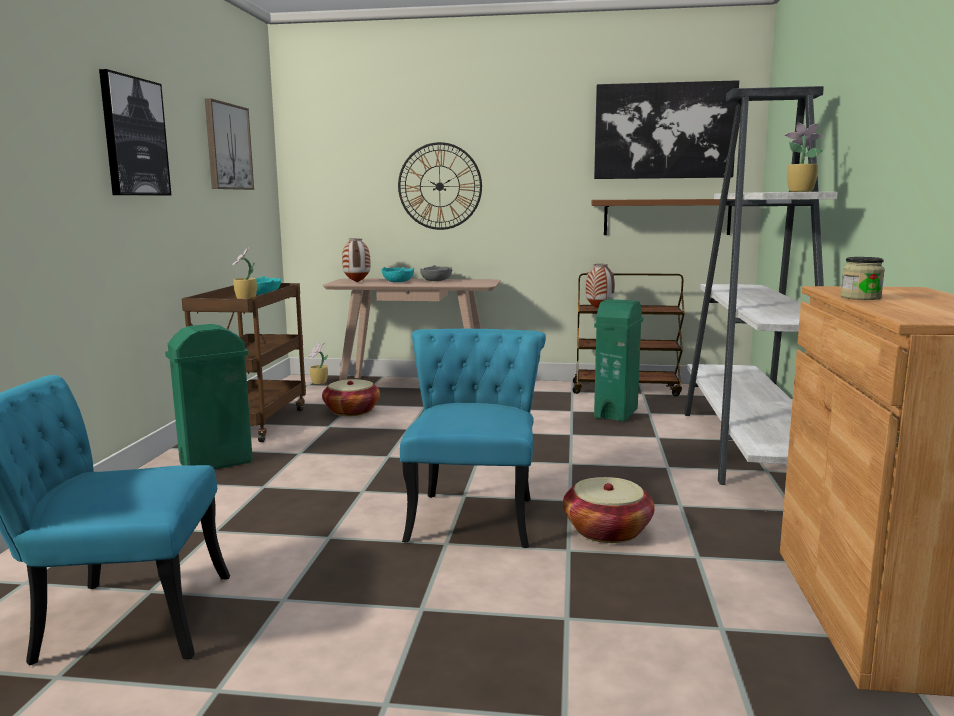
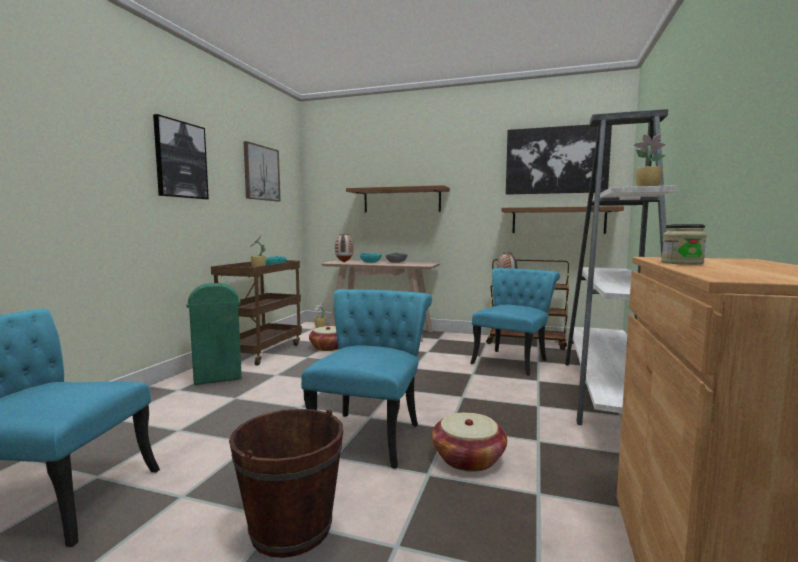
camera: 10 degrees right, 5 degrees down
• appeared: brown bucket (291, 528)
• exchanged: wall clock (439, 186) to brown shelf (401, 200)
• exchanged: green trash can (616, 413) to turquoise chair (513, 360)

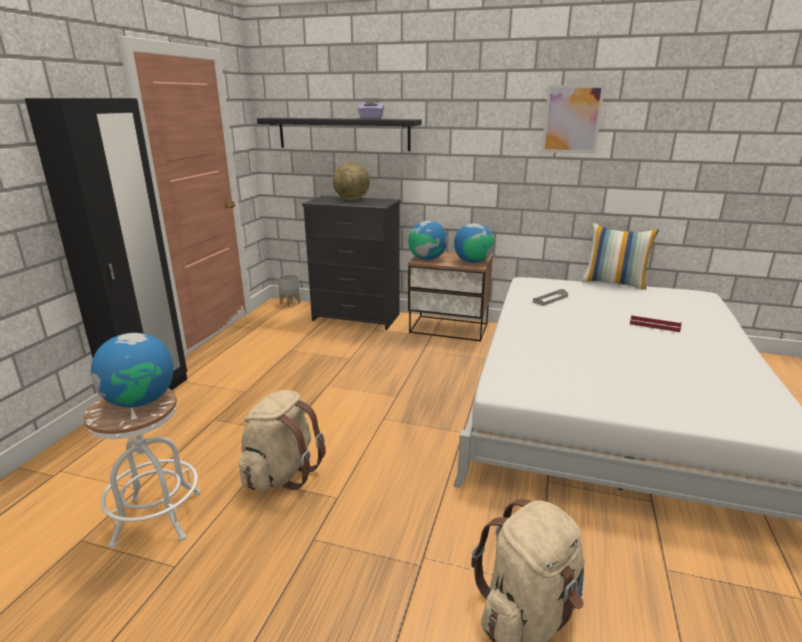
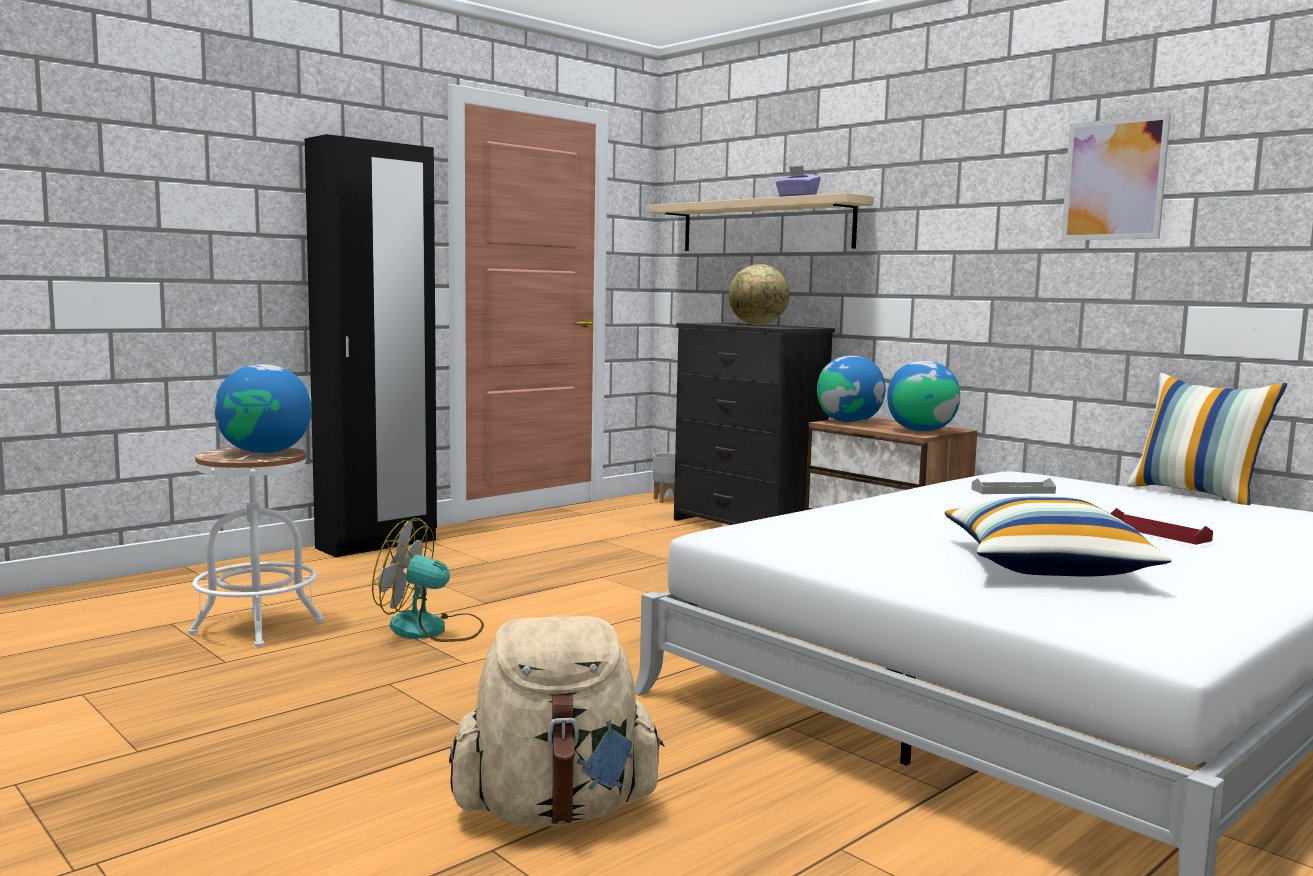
camera: 30 degrees right, 15 degrees down
• appeared: pillow (1045, 566)
• exchanged: beige backpack (281, 473) to fan (431, 630)
• colour: black shelf (343, 134) to beige shelf (765, 226)

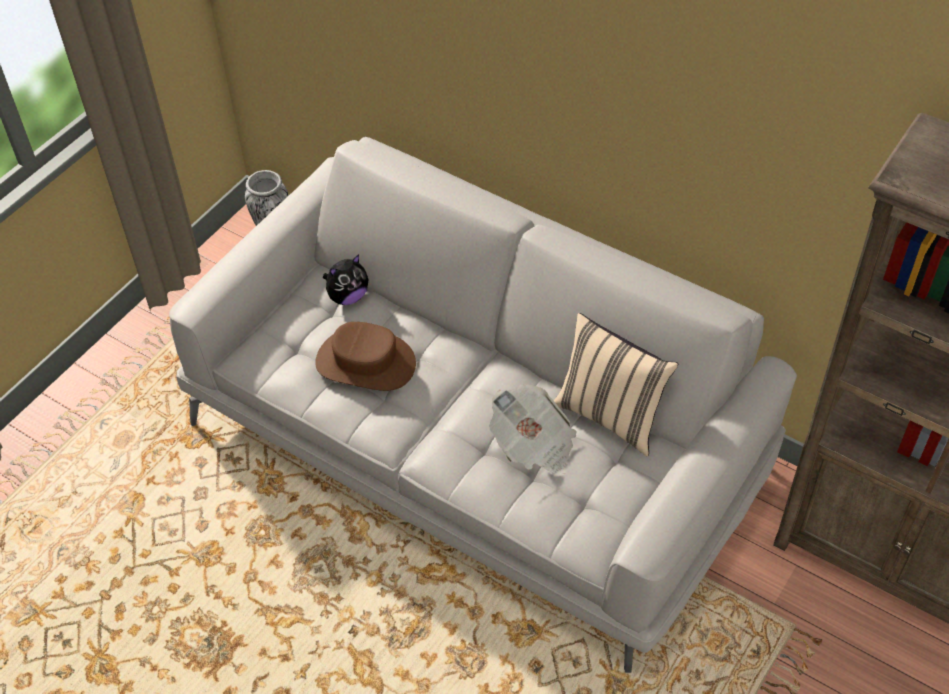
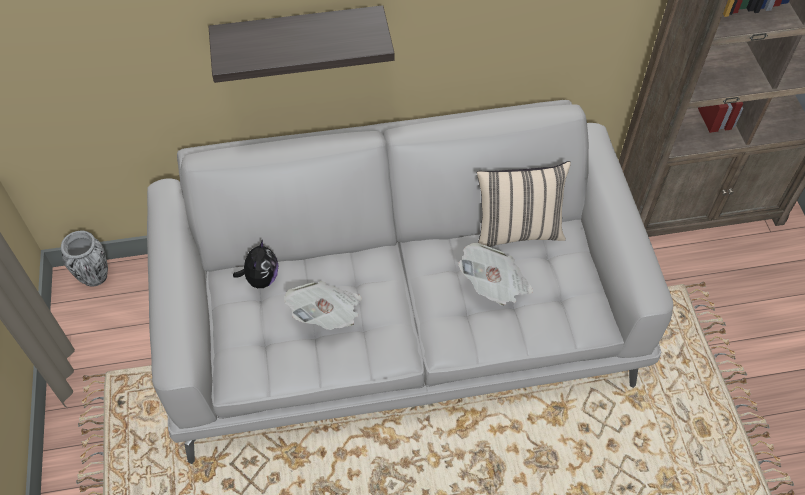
camera: 45 degrees left, 5 degrees up
• appeared: shelf (299, 38)
• exchanged: brown hat (366, 362) to newspaper (327, 314)

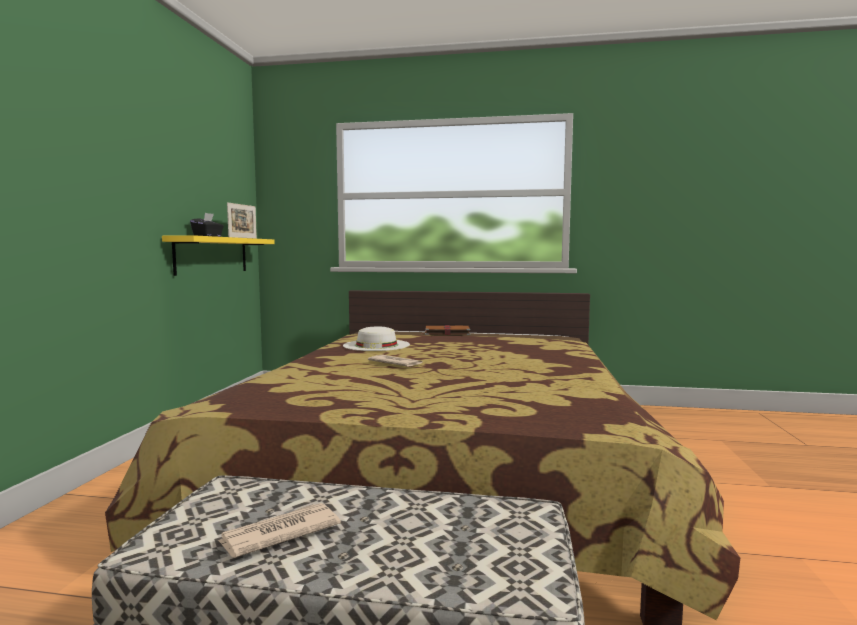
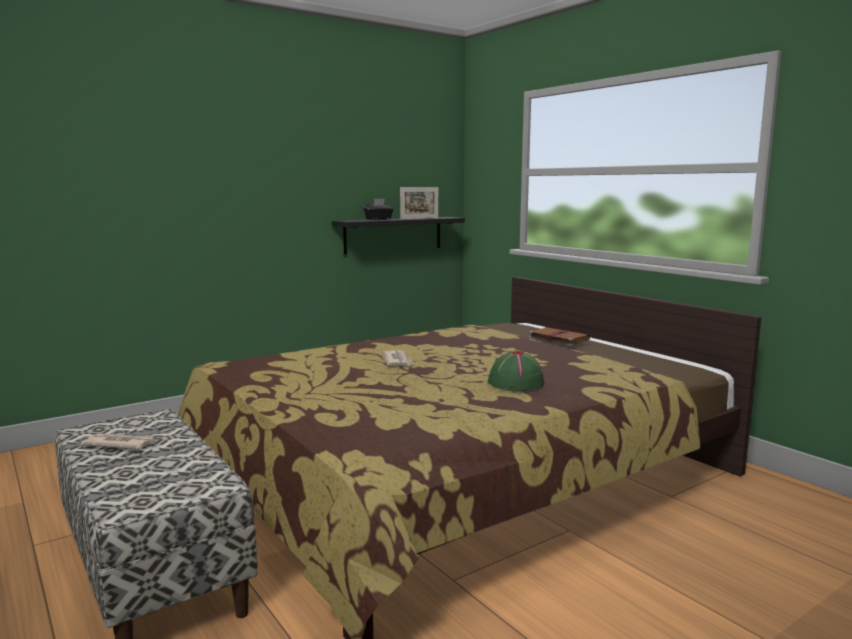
camera: 45 degrees right, 5 degrees up
• missing: white hat (376, 345)
• appeared: green hat (515, 383)
• colour: yellow shelf (212, 255) to black shelf (393, 234)

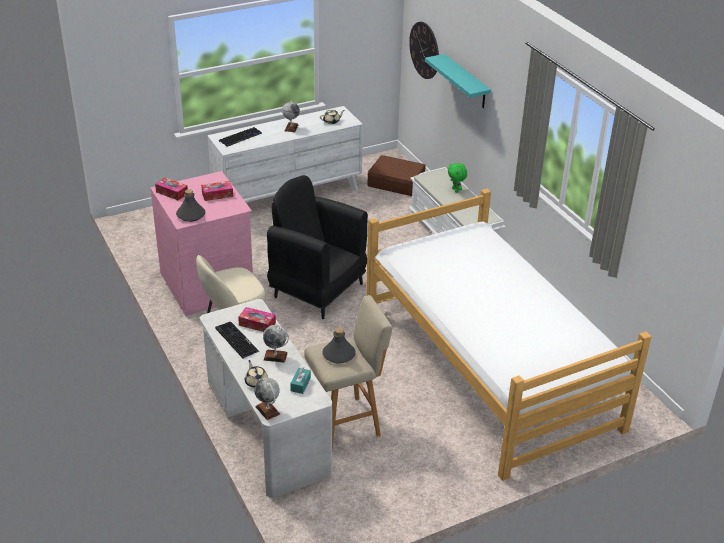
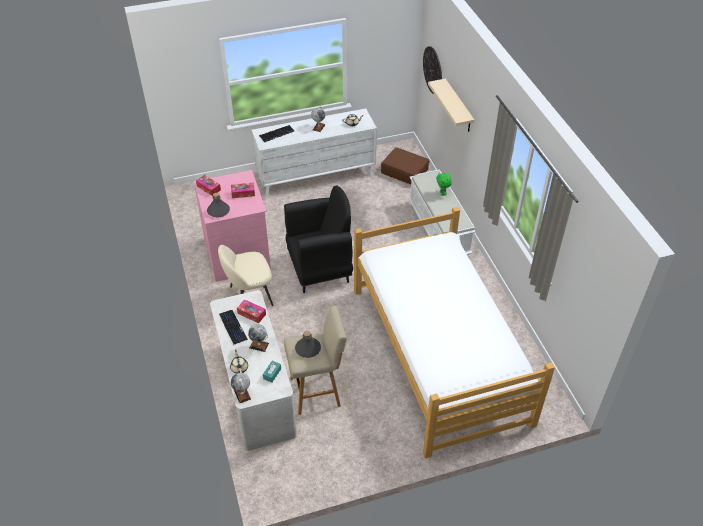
camera: 10 degrees right, 10 degrees up
• colour: turquoise shelf (466, 82) to beige shelf (458, 106)
• spun: black armchair (317, 290) = (320, 268) 120 degrees clockwise

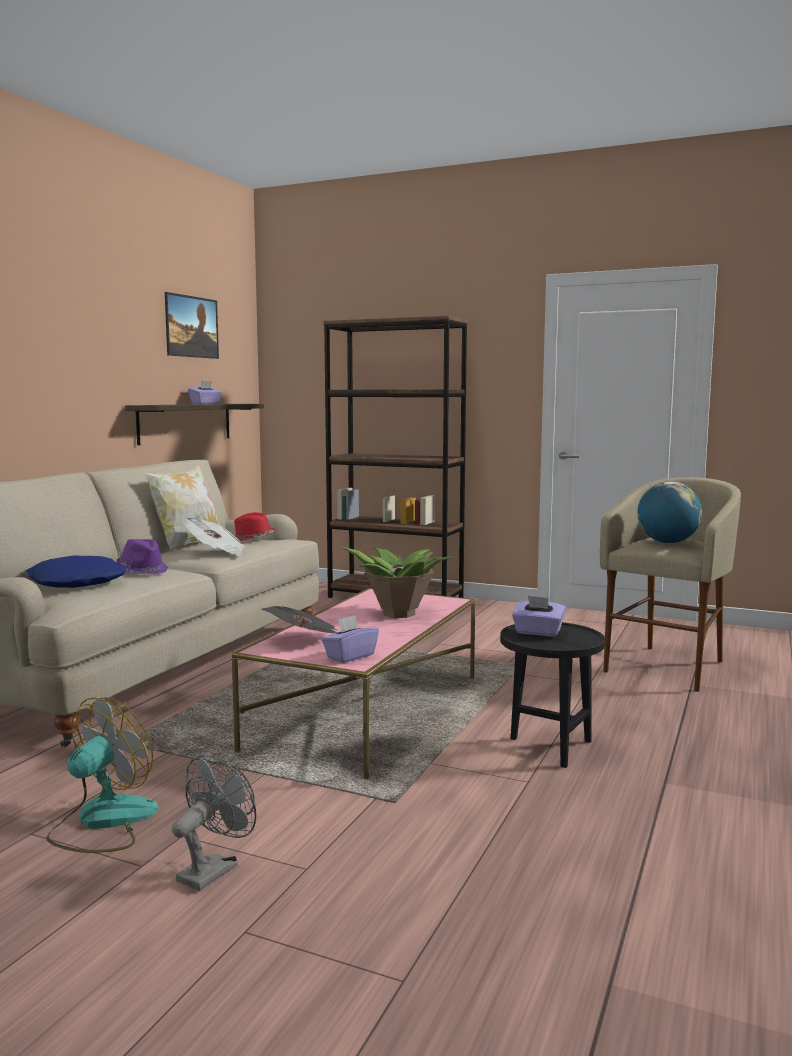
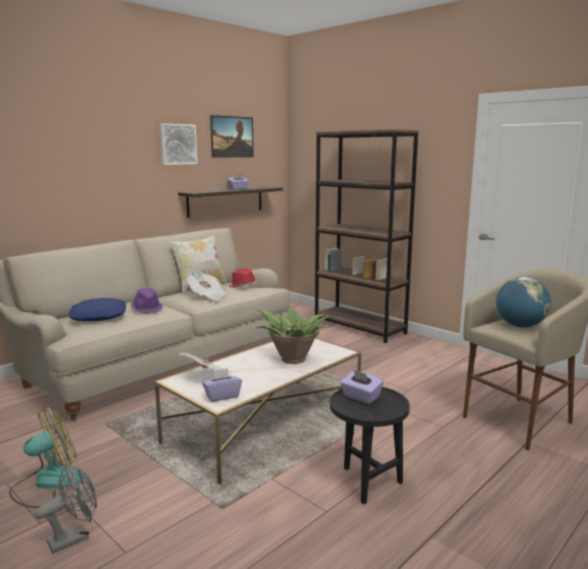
camera: 20 degrees right, 5 degrees up
• appeared: picture (177, 144)
• colour: pink coffee table (368, 711) to white coffee table (265, 425)

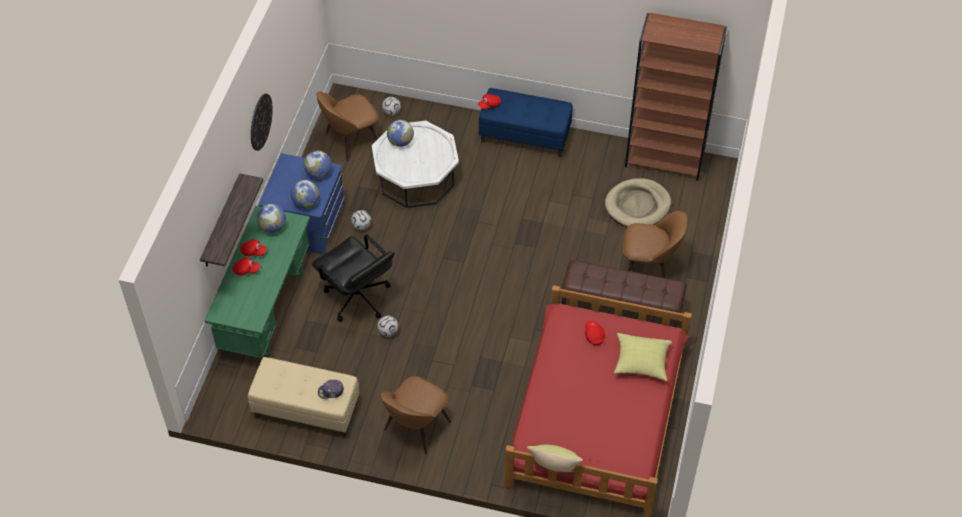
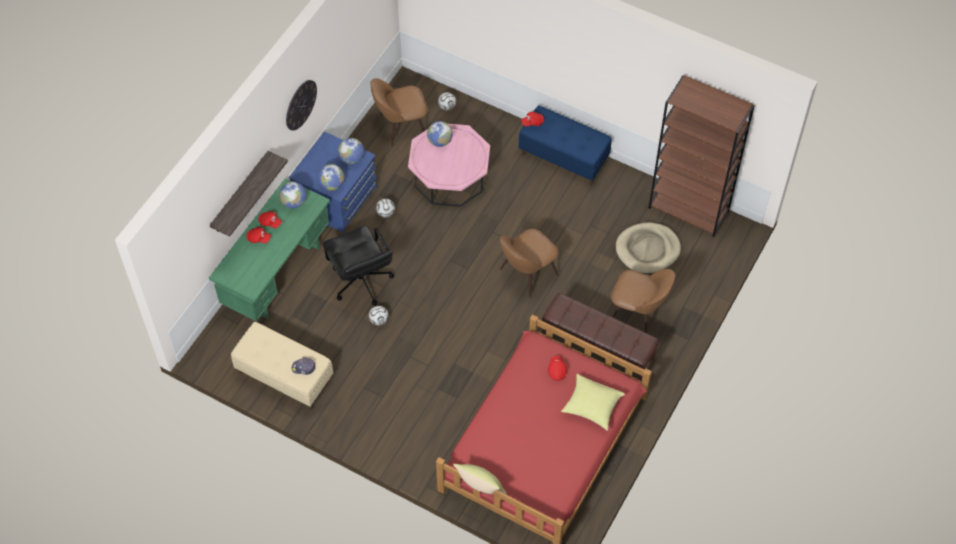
camera: 15 degrees right, 5 degrees up
• relocated: brown chair (415, 428) to (527, 273)
• colour: white coffee table (416, 178) to pink coffee table (449, 177)

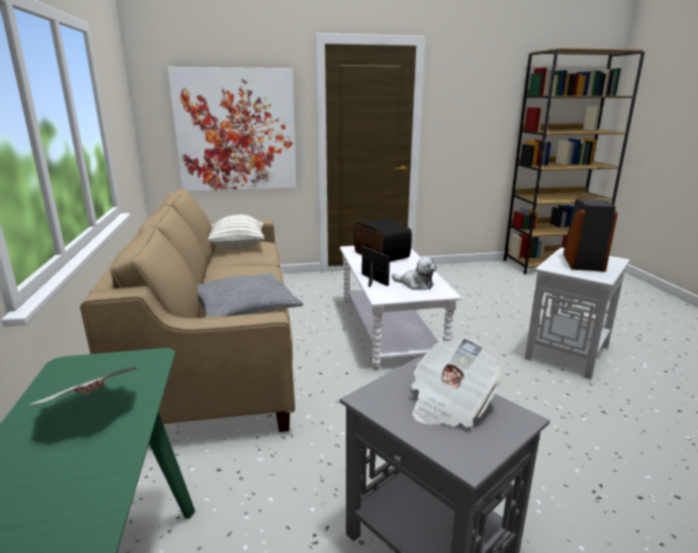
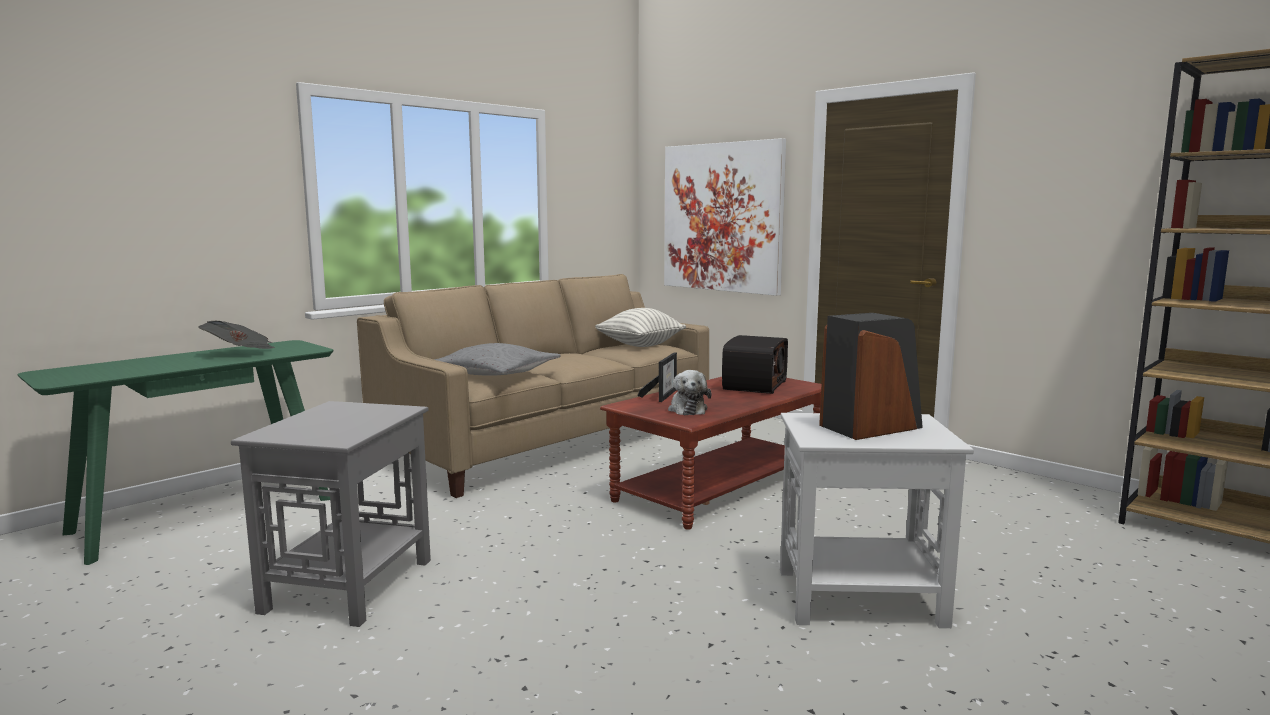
camera: 55 degrees right, 10 degrees down
• missing: newspaper (449, 403)
• colour: white coffee table (389, 328) to brown coffee table (721, 486)

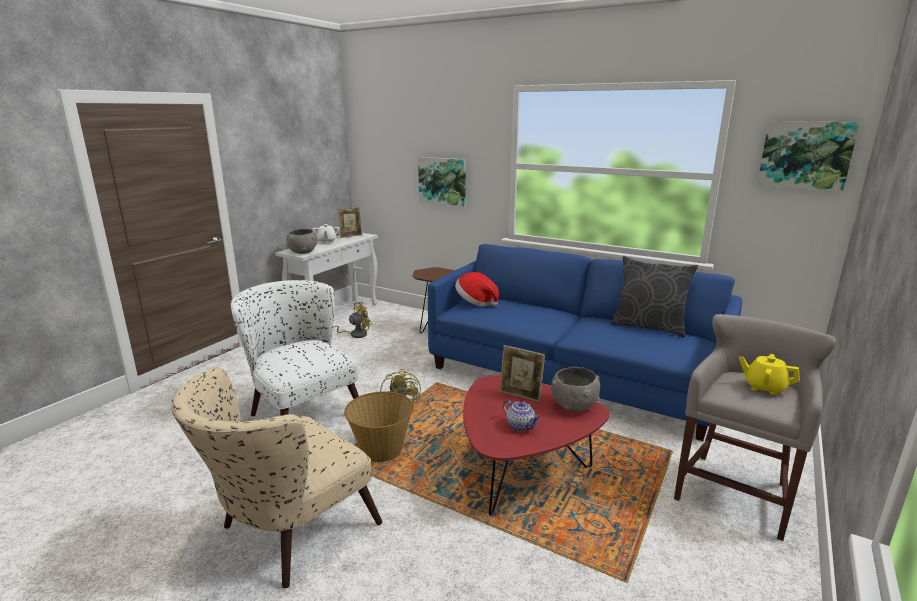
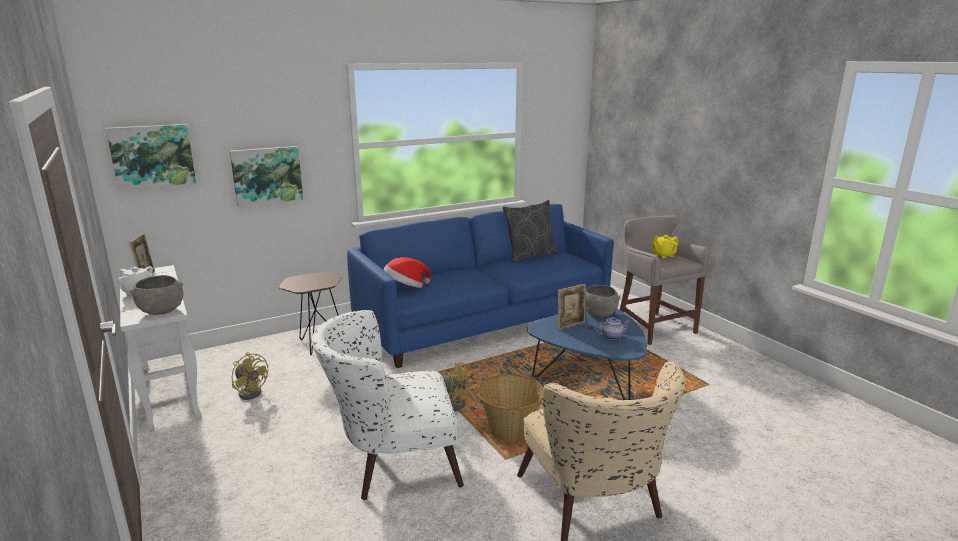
camera: 60 degrees left, 0 degrees up
• relocated: picture (805, 155) to (152, 156)
• colour: red coffee table (522, 472) to blue coffee table (589, 380)
• spun: yellow fan (355, 334) = (251, 391) 135 degrees clockwise

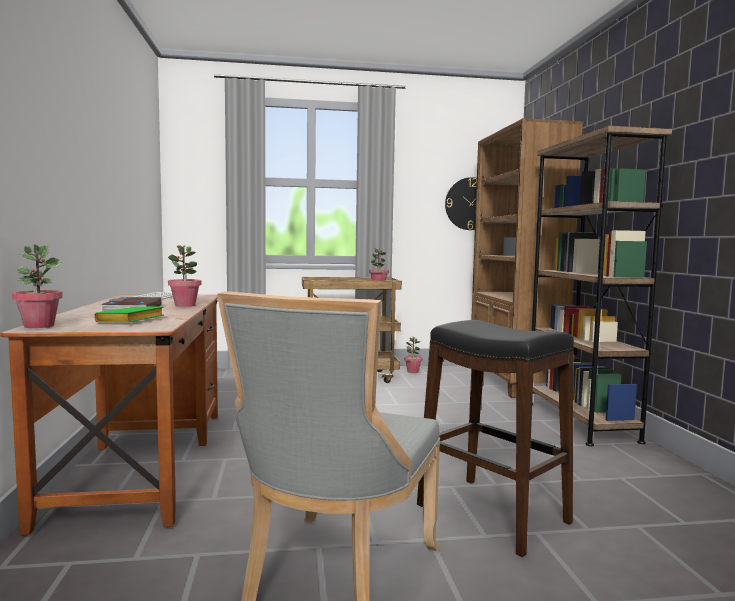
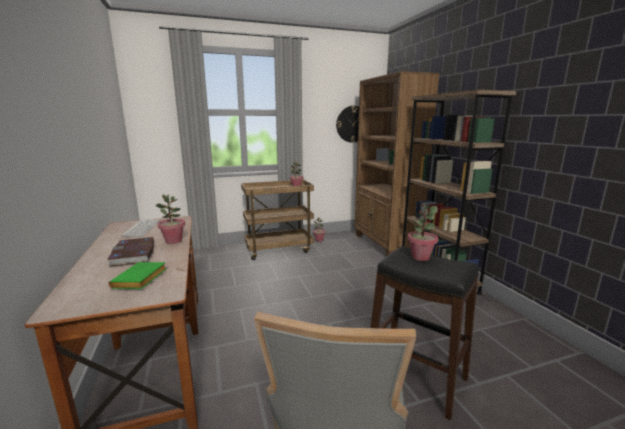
camera: 10 degrees left, 10 degrees up
• relocated: potted plant (39, 326) to (420, 257)

